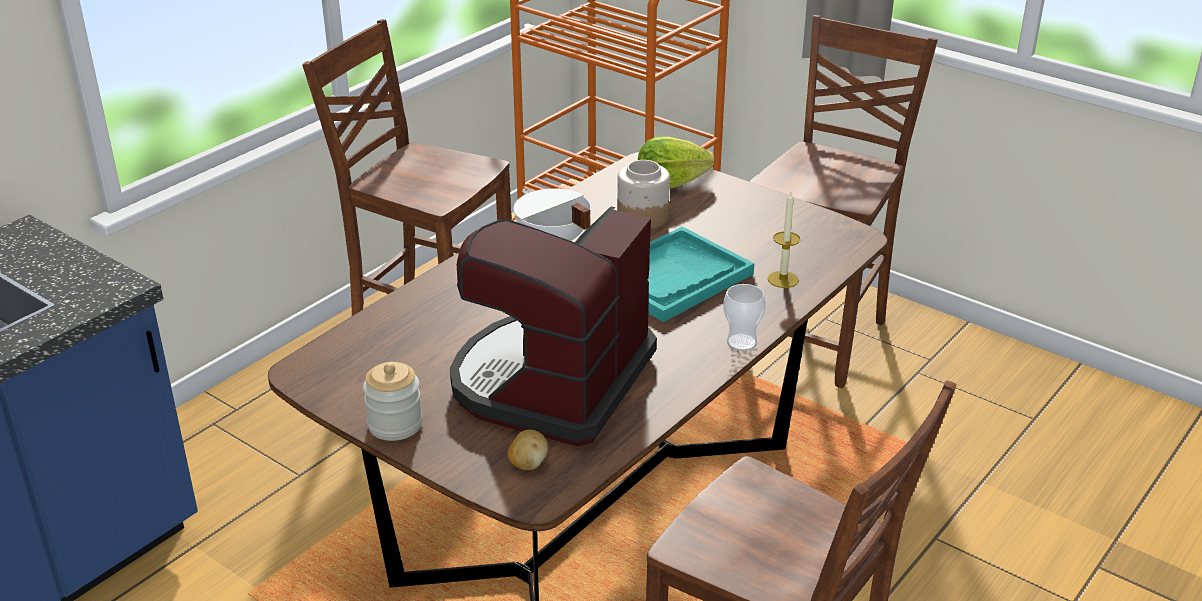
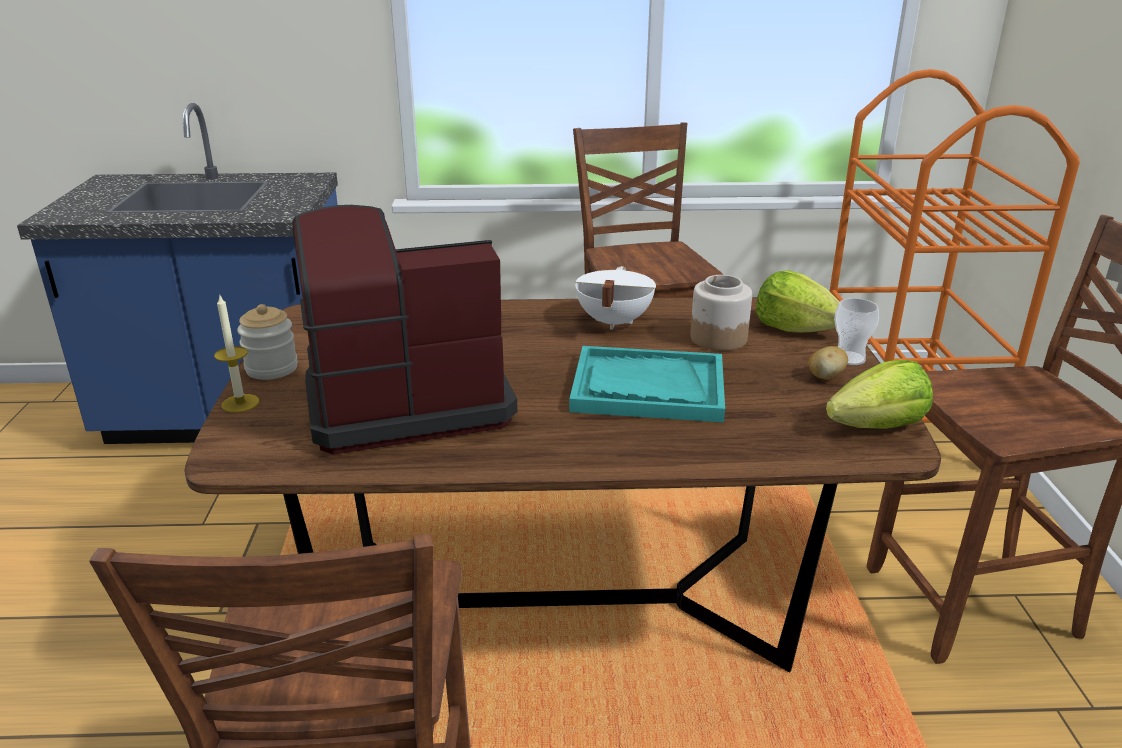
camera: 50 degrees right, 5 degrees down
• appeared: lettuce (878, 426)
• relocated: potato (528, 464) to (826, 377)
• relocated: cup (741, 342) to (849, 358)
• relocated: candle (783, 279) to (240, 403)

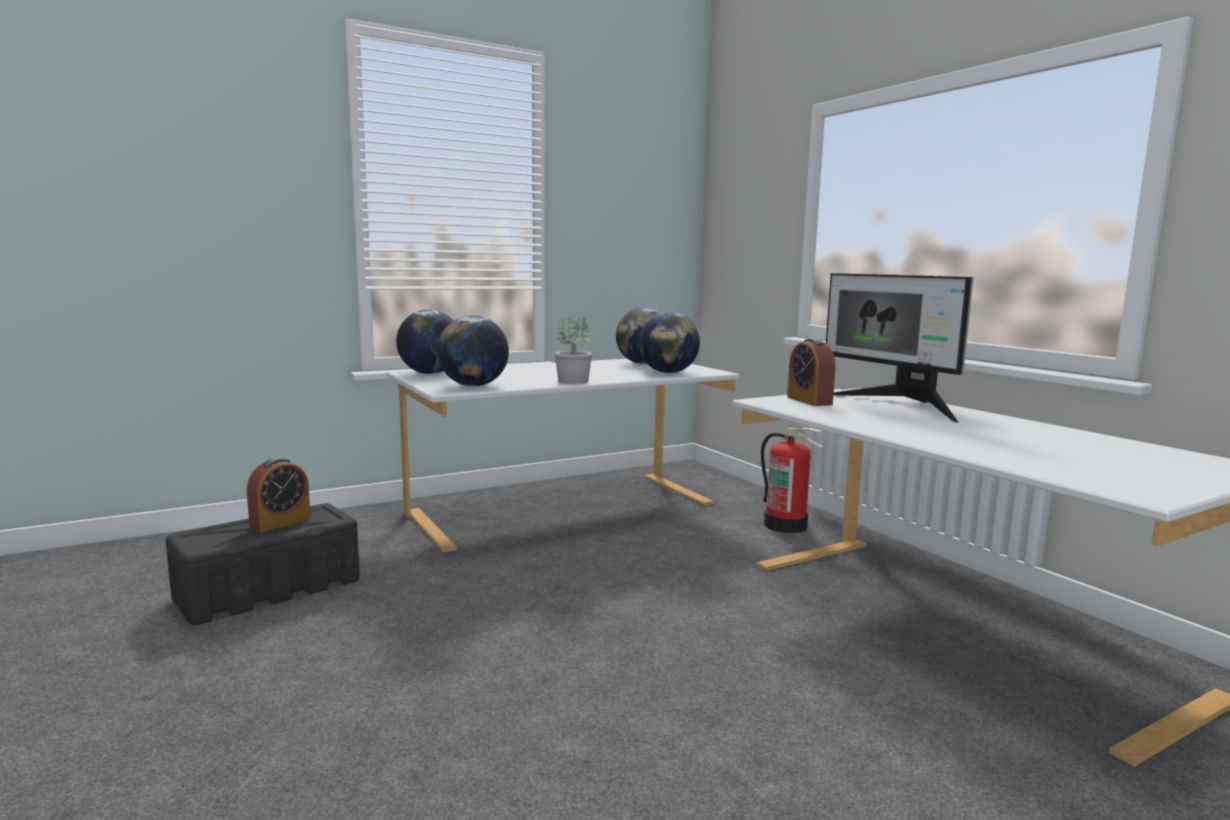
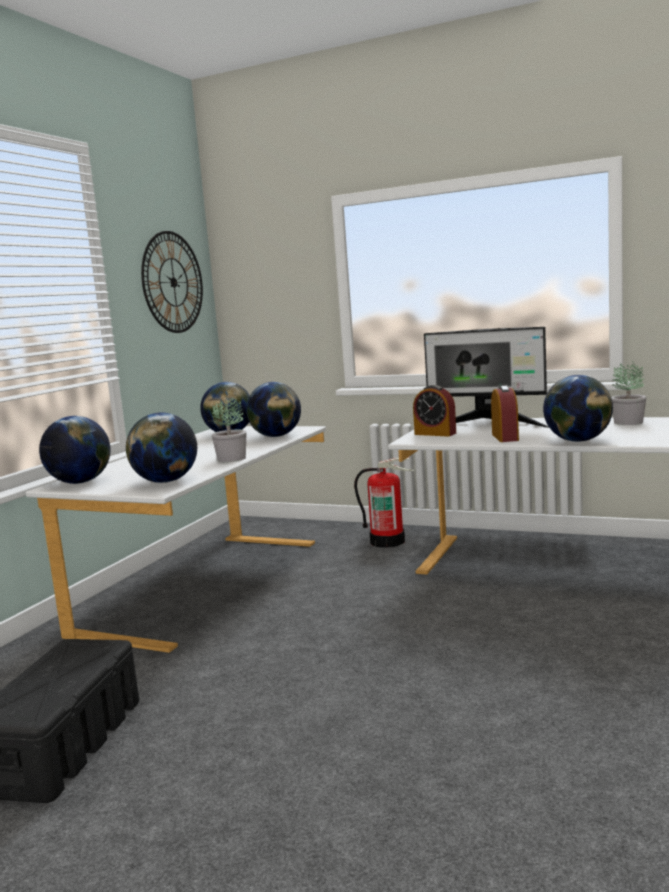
camera: 35 degrees left, 0 degrees up
• appeared: wall clock (173, 282)
• appeared: globe (578, 441)
• appeared: potted plant (628, 422)
• relocated: alarm clock (280, 522) to (505, 437)

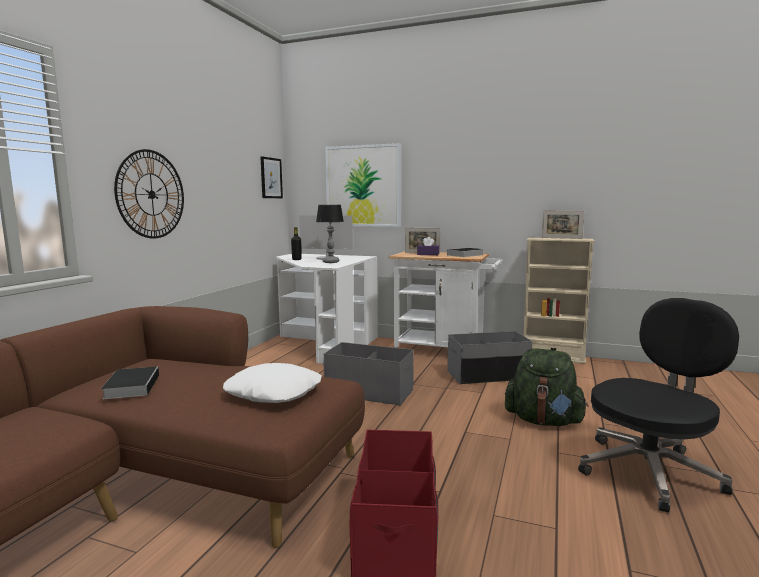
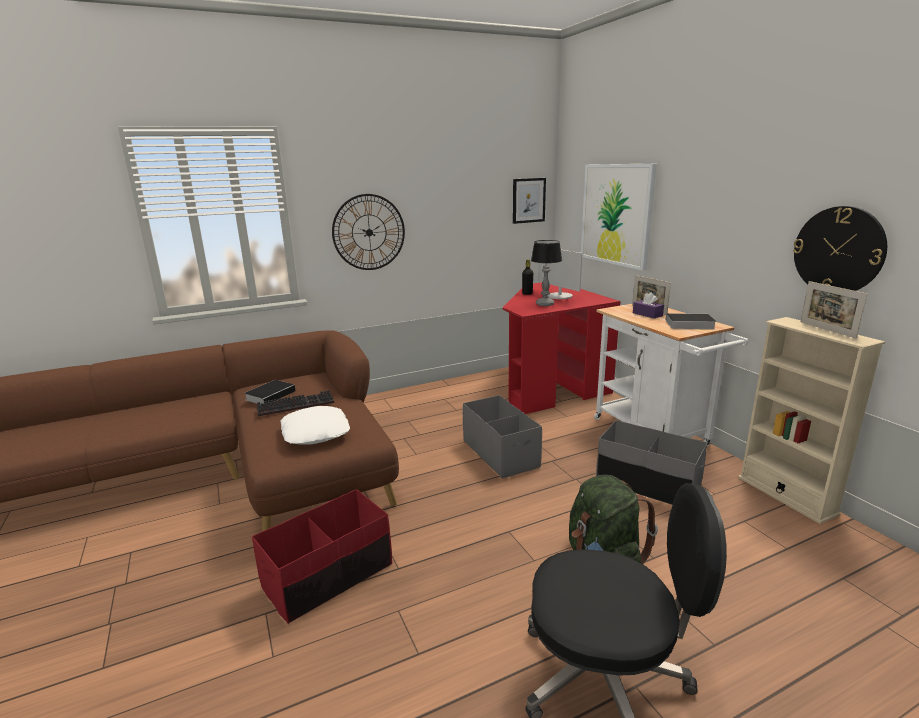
camera: 45 degrees right, 10 degrees up
• appeared: keyboard (297, 404)
• appeared: wall clock (838, 250)
• colour: white desk (324, 343) to red desk (549, 385)

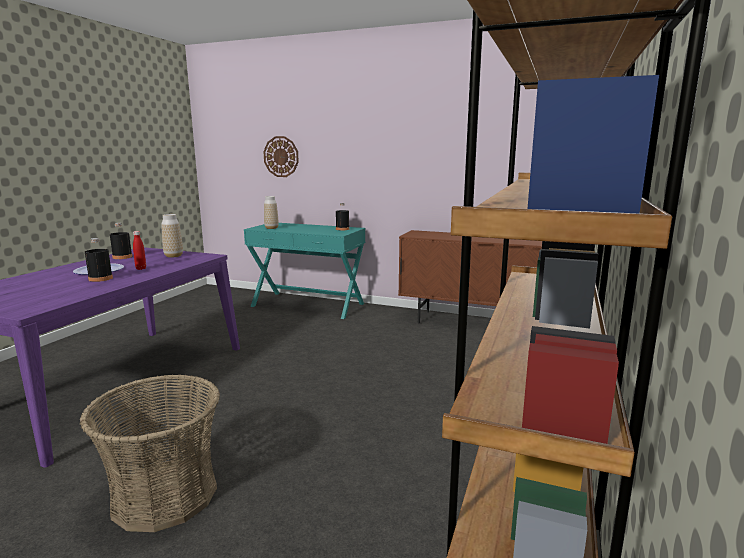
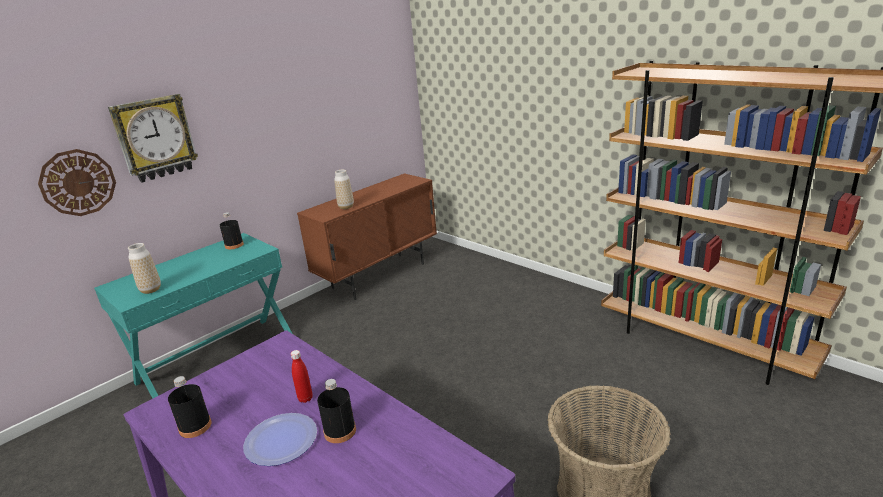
camera: 65 degrees left, 10 degrees up
• appeared: wall clock (155, 138)
• relocated: vase (173, 256) to (346, 207)

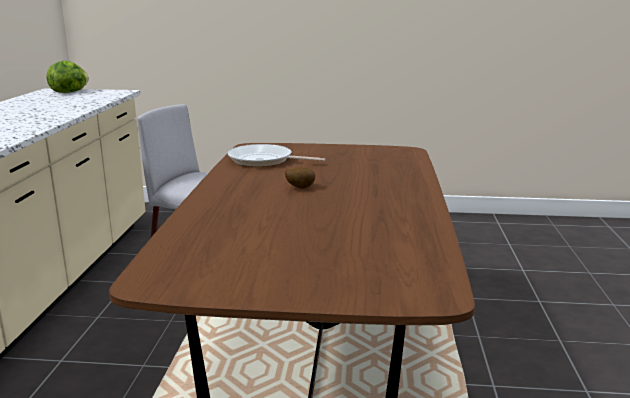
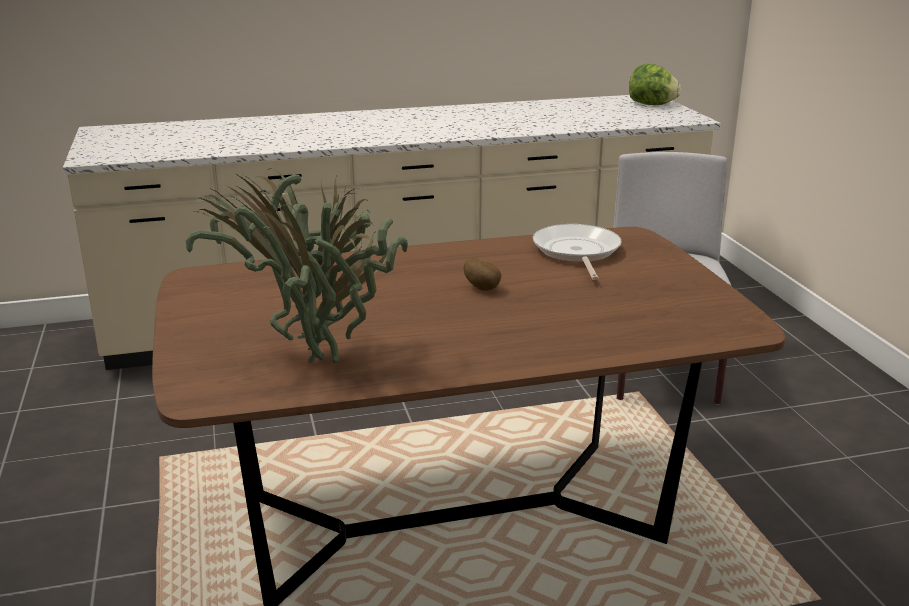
camera: 70 degrees right, 5 degrees up
• appeared: potted plant (315, 356)

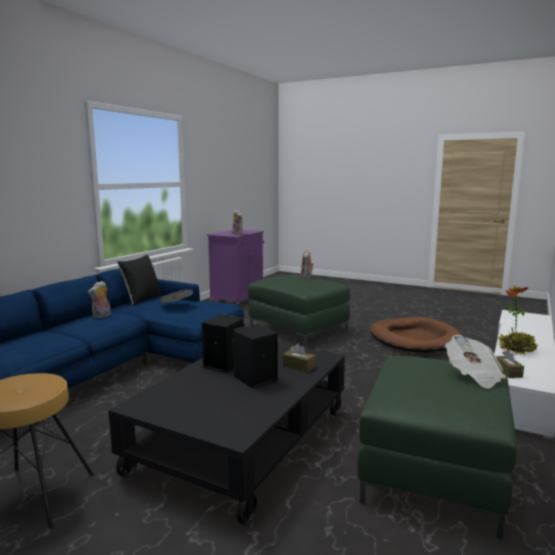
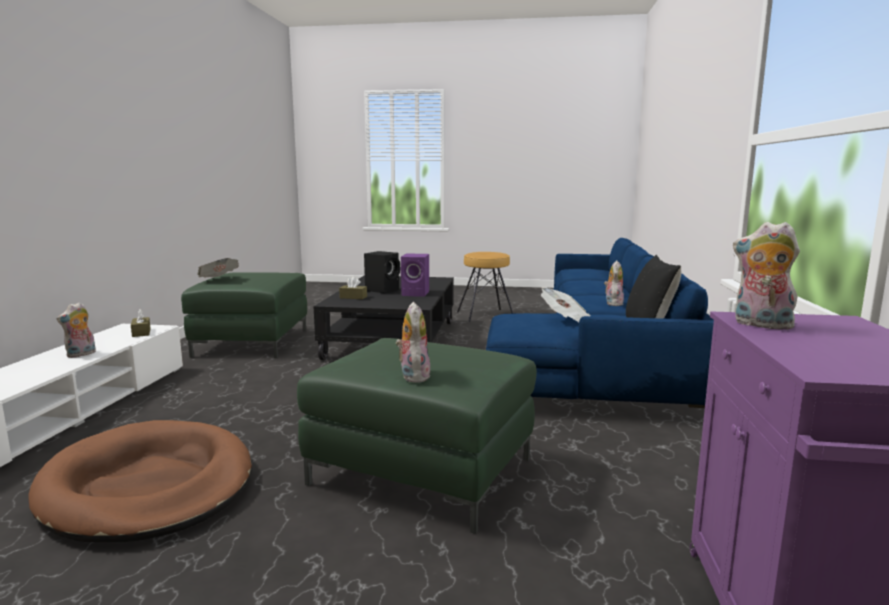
camera: 160 degrees right, 0 degrees up
• exchanged: potted plant (516, 350) to plush toy (81, 354)
• colour: black speaker (223, 364) to purple speaker (416, 293)

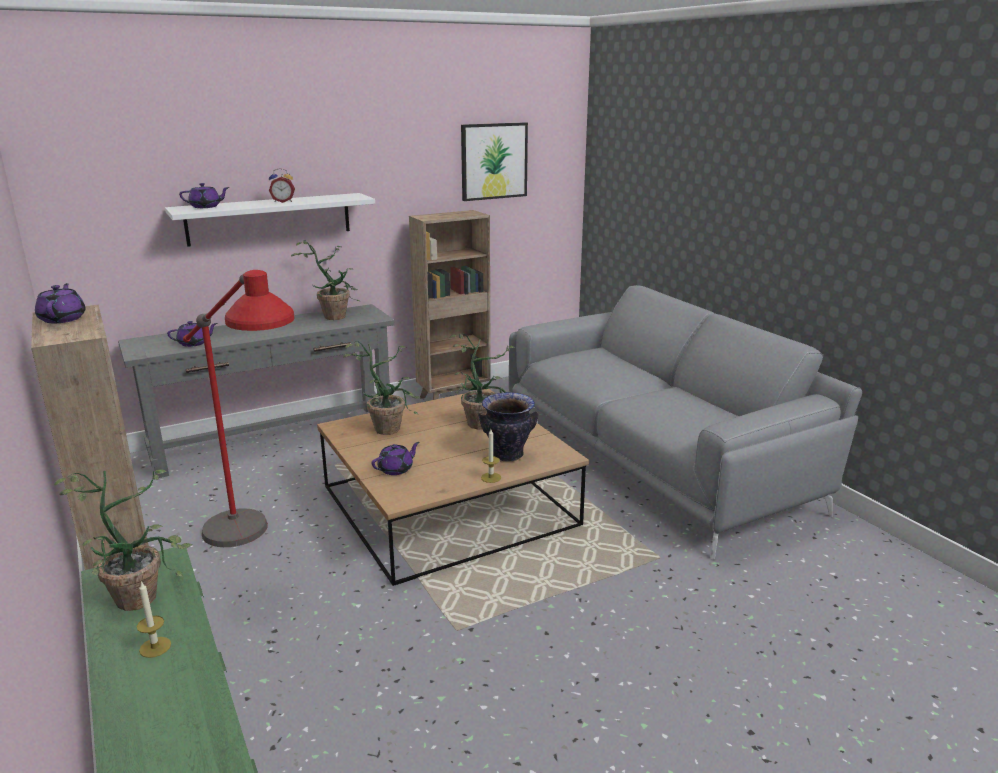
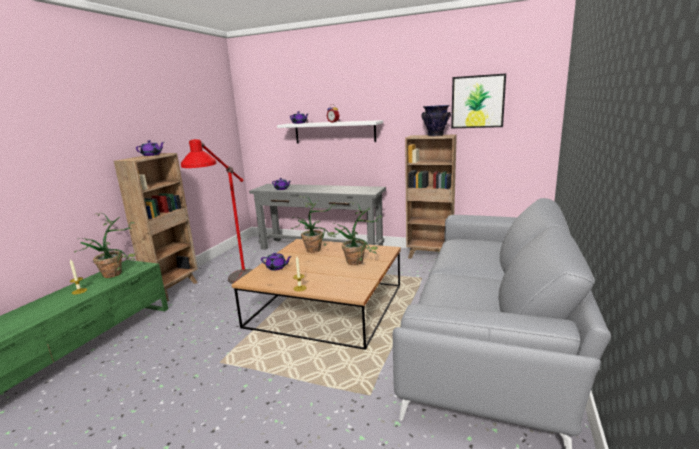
camera: 50 degrees right, 5 degrees down
• missing: potted plant (334, 315)
• relocated: vase (507, 455) to (435, 135)

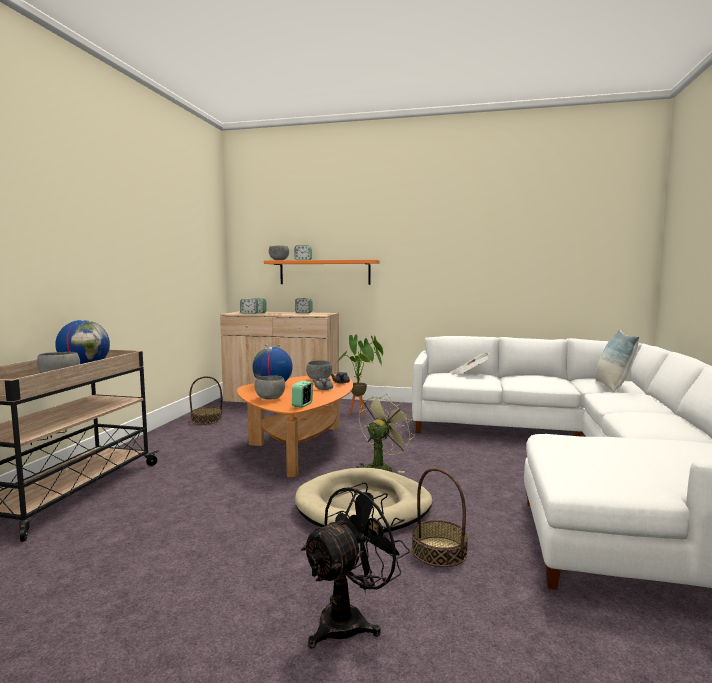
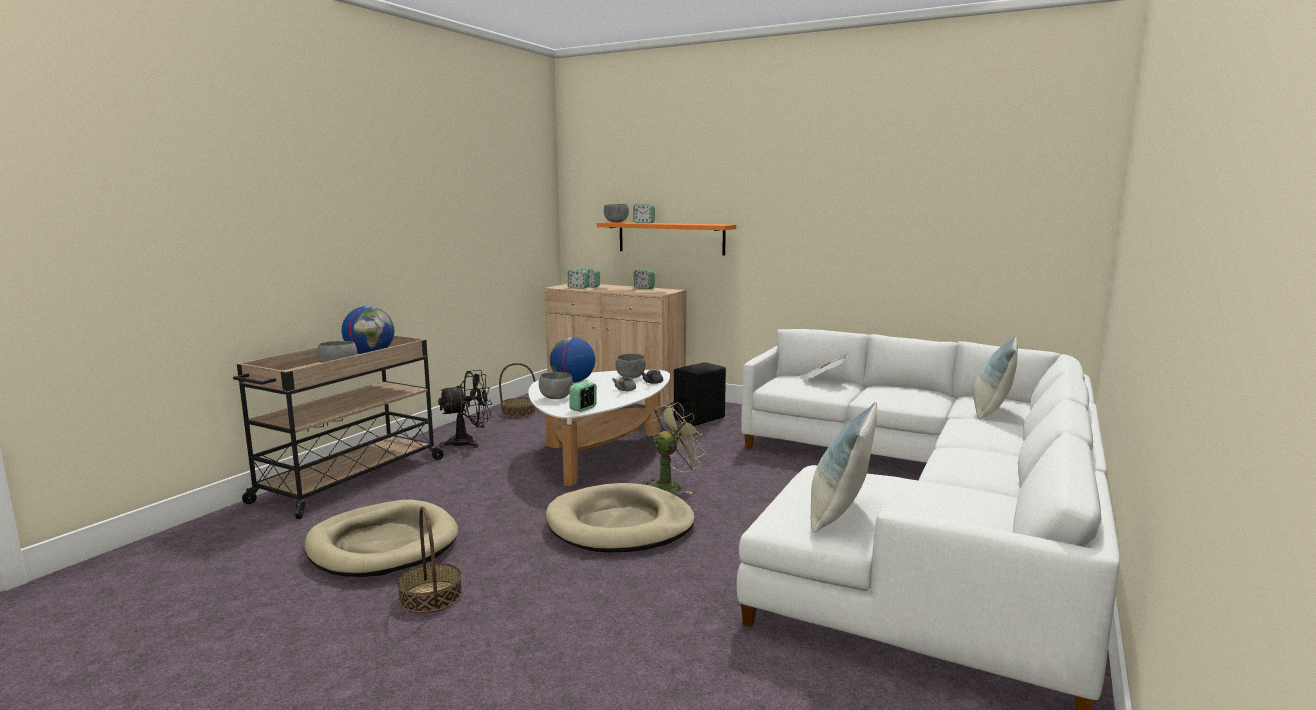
camera: 15 degrees right, 5 degrees up
• appeared: beige dog bed (383, 545)
• appeared: pillow (838, 514)
• relocated: black fan (350, 620) to (468, 442)
• relocated: basket (439, 551) to (430, 597)
• exchanged: potted plant (362, 413) to black speaker (699, 418)
• colour: orange coffee table (300, 446) to white coffee table (599, 453)

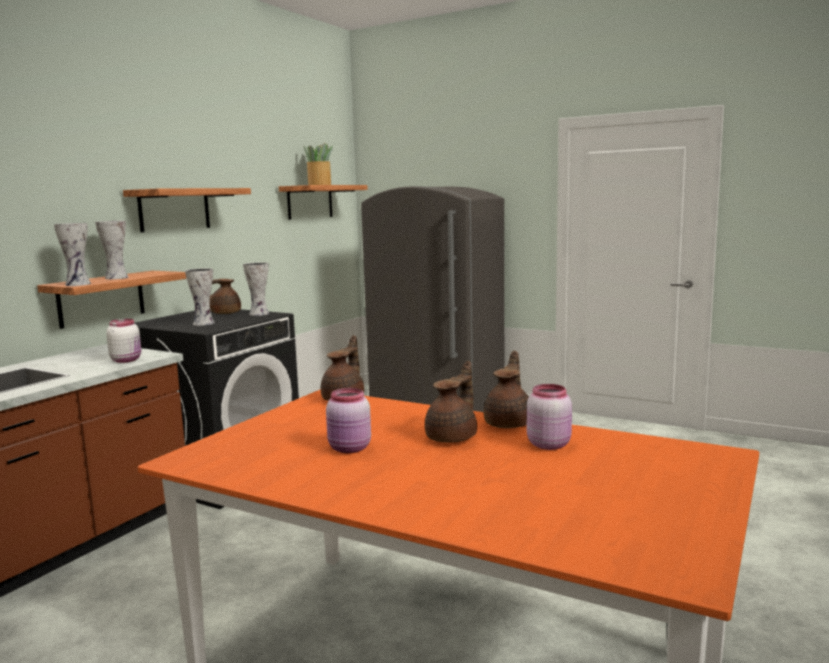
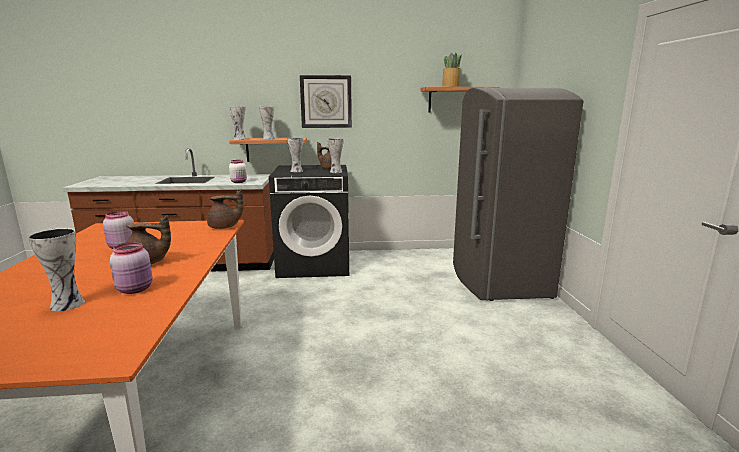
camera: 55 degrees right, 5 degrees up
• missing: brown teapot (510, 423)
• appeared: vase (69, 303)
• exchanged: shelf (174, 209) to wall clock (326, 102)

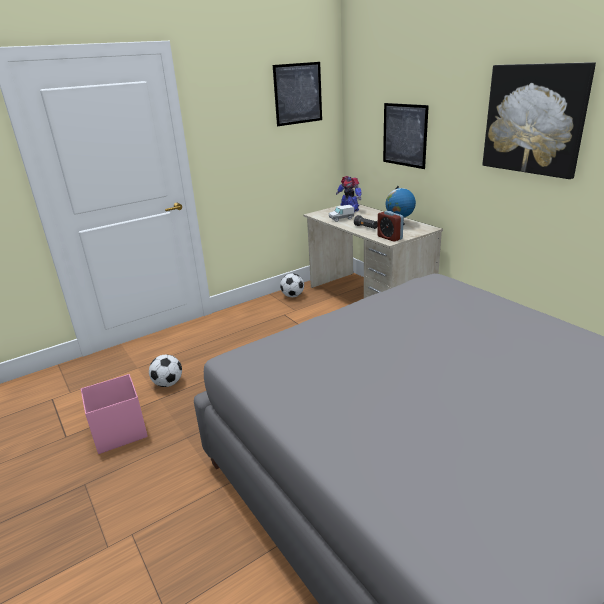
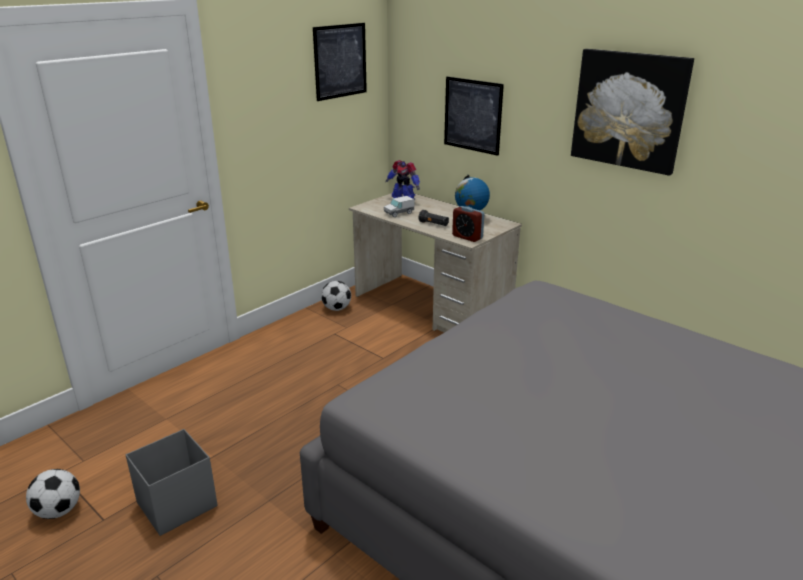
camera: 15 degrees left, 0 degrees up
• relocated: football (168, 383) to (58, 511)
• colour: pink storage box (119, 432) to grey storage box (176, 505)

